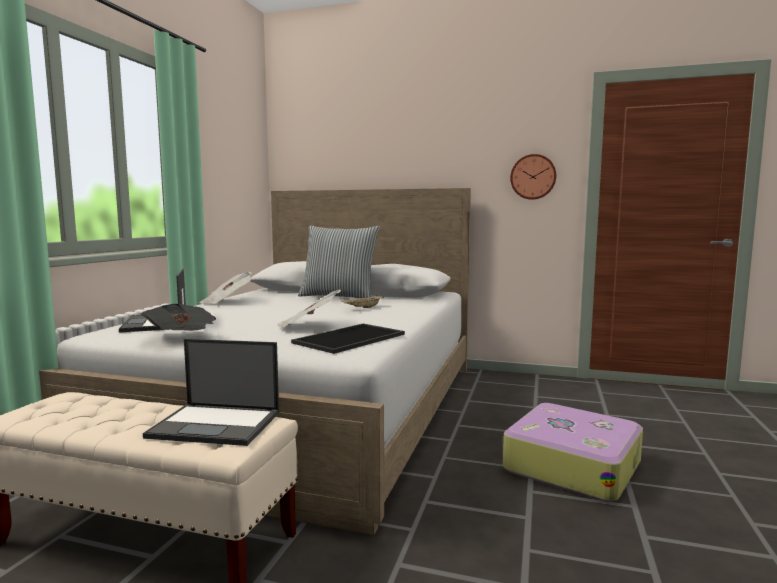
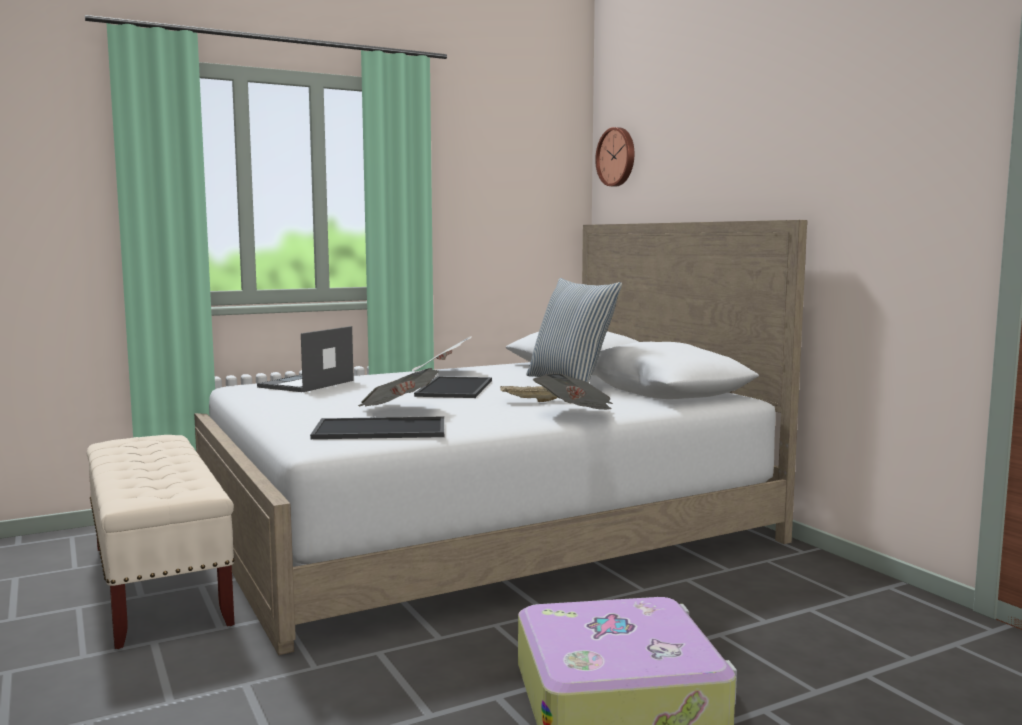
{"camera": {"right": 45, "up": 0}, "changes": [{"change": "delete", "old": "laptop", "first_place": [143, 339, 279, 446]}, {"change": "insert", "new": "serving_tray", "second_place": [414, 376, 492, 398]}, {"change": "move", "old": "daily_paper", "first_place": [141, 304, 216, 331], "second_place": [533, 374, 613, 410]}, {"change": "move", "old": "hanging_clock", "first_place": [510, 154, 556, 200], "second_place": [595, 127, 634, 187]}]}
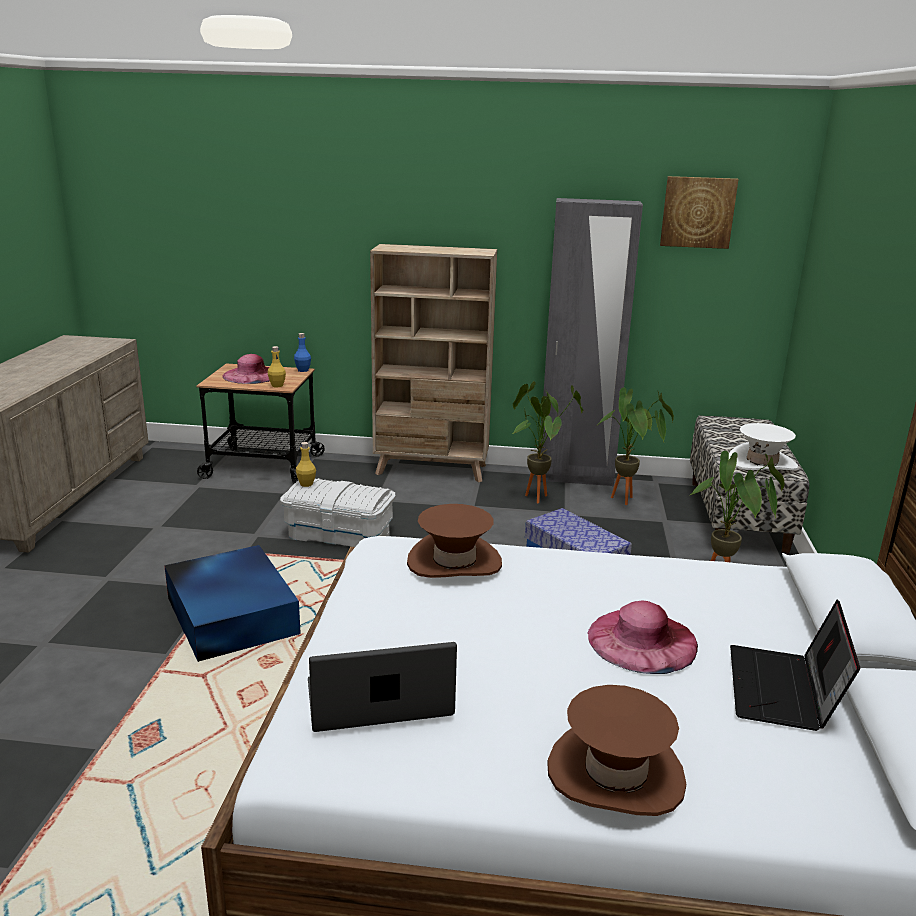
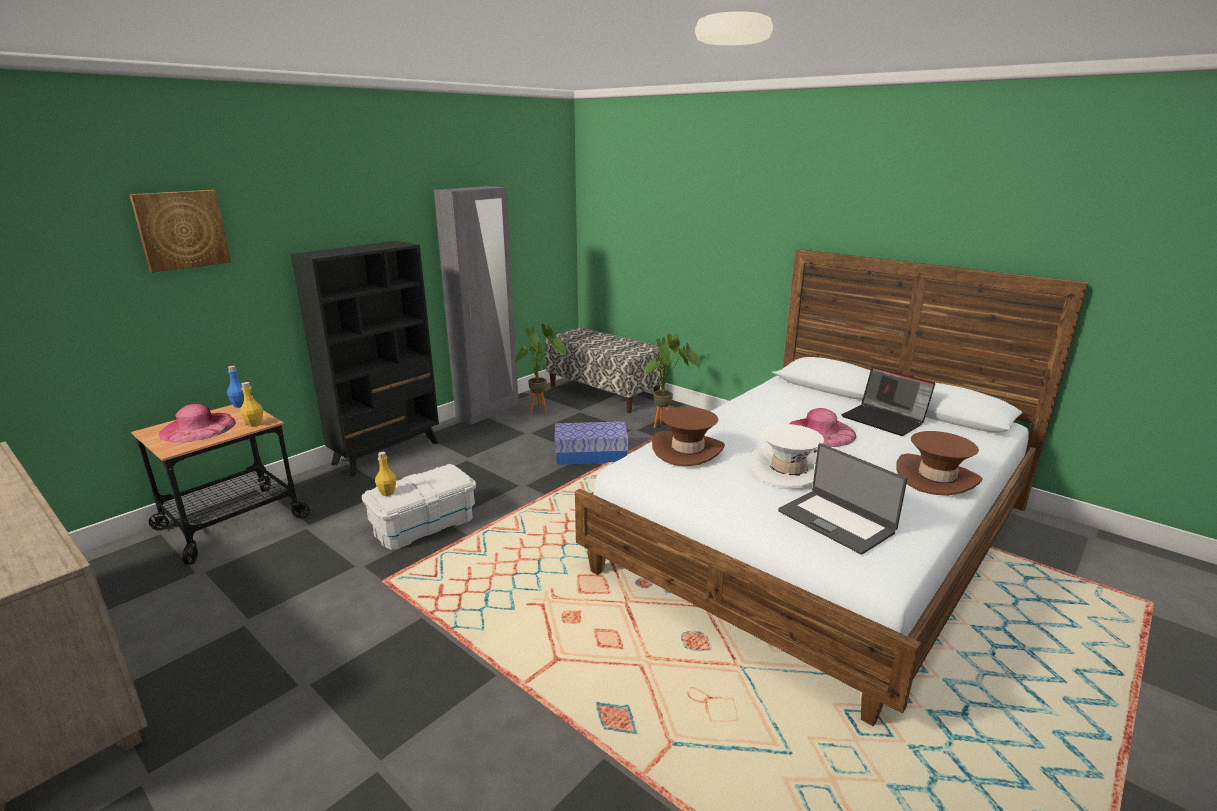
{"camera": {"right": -55, "up": 0}, "changes": [{"change": "delete", "old": "blue_storage_container", "first_place": [164, 545, 301, 662]}, {"change": "delete", "old": "potted_plant", "first_place": [513, 381, 584, 503]}, {"change": "move", "old": "picture", "first_place": [660, 176, 739, 249], "second_place": [129, 190, 231, 273]}, {"change": "move", "old": "whitish_wearable_hat", "first_place": [729, 423, 798, 470], "second_place": [750, 424, 824, 488]}, {"change": "recolor", "old": "sand-coloured_bookcase", "new": "black_bookcase", "first_place": [370, 244, 497, 483], "second_place": [291, 241, 439, 476]}, {"change": "rotate", "old": "laptop", "first_place": [308, 642, 457, 732], "second_place": [778, 443, 907, 555], "degrees": -60}]}
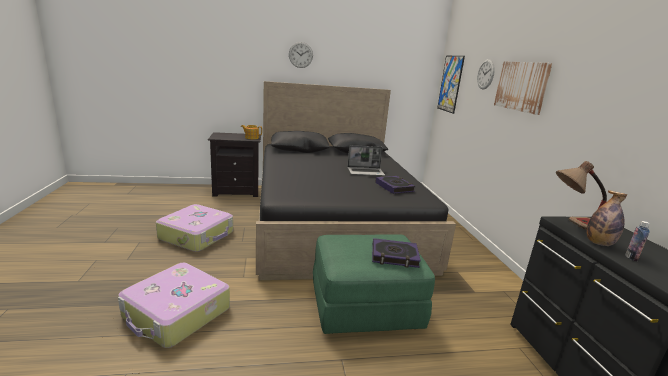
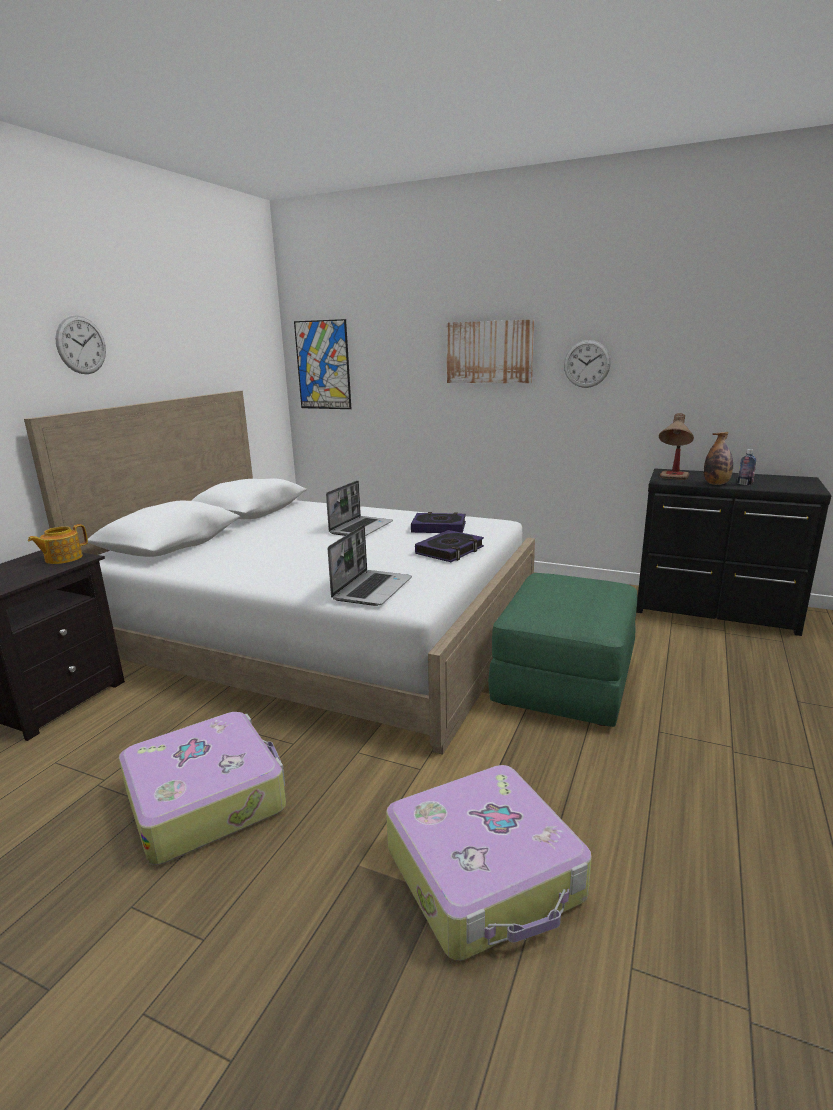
{"camera": {"right": -55, "up": 0}, "changes": [{"change": "insert", "new": "laptop", "second_place": [328, 525, 412, 606]}, {"change": "move", "old": "book", "first_place": [372, 238, 421, 268], "second_place": [415, 530, 484, 562]}, {"change": "move", "old": "hanging_clock", "first_place": [477, 59, 495, 89], "second_place": [564, 340, 611, 388]}, {"change": "recolor", "old": "black_bedroom_bed", "new": "whitish_bedroom_bed", "first_place": [256, 81, 456, 280], "second_place": [24, 391, 535, 755]}]}
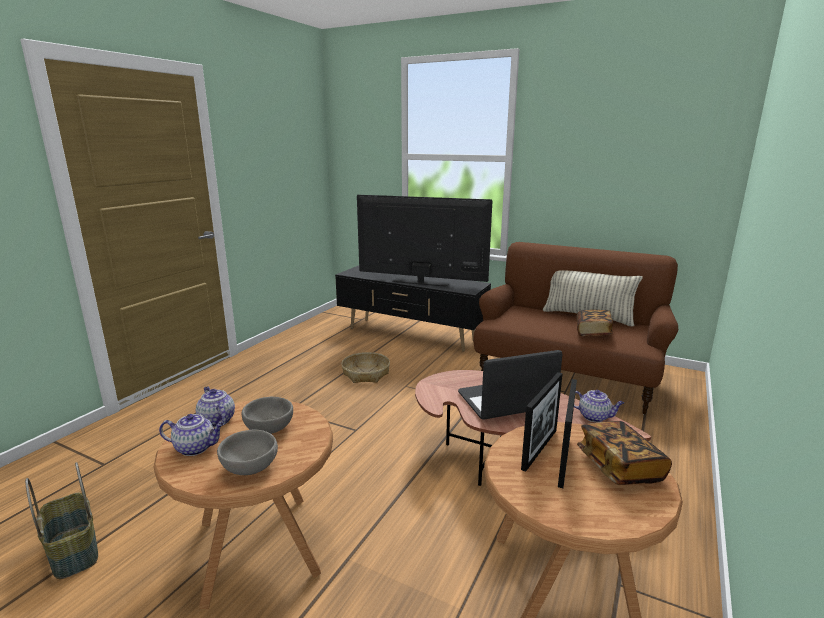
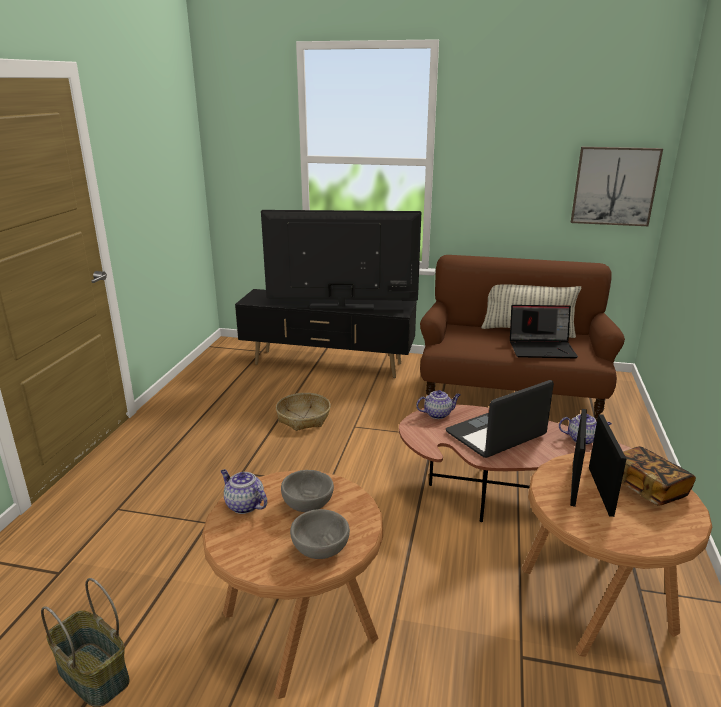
{"camera": {"right": -15, "up": 5}, "changes": [{"change": "insert", "new": "picture", "second_place": [571, 147, 663, 226]}, {"change": "move", "old": "pot_for_tea", "first_place": [159, 414, 224, 456], "second_place": [416, 390, 460, 419]}, {"change": "replace", "old": "book", "new": "laptop", "first_place": [576, 310, 613, 336], "second_place": [510, 305, 578, 358]}]}
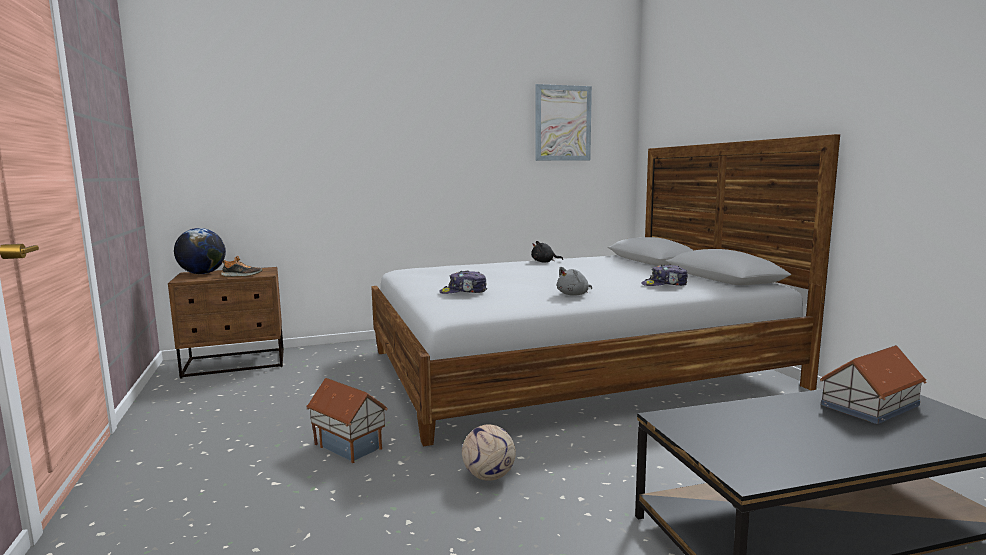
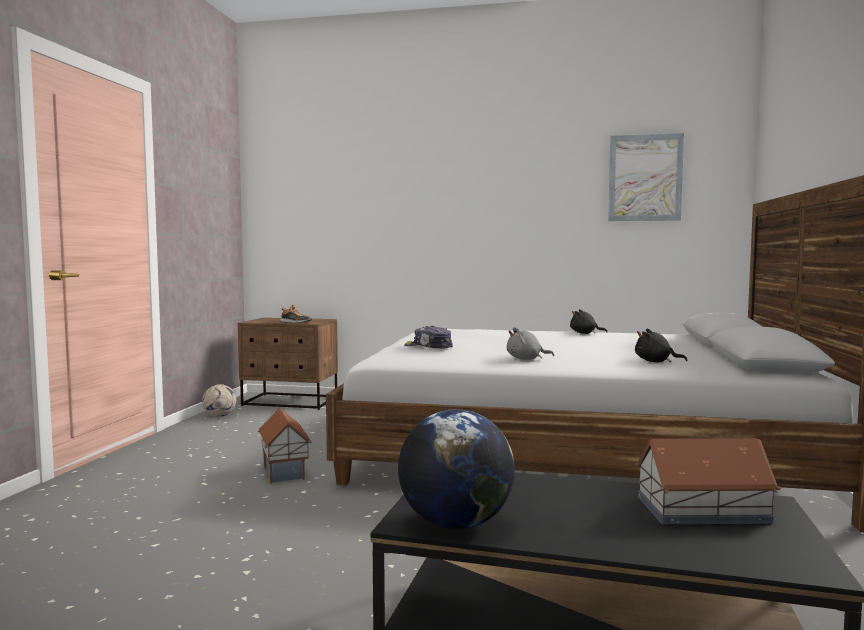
{"camera": {"right": 30, "up": -5}, "changes": [{"change": "move", "old": "desk_globe", "first_place": [174, 228, 226, 274], "second_place": [398, 409, 515, 529]}, {"change": "move", "old": "football", "first_place": [462, 425, 516, 481], "second_place": [202, 384, 236, 417]}, {"change": "replace", "old": "baseball_cap", "new": "black_cuddly_toy", "first_place": [641, 264, 688, 286], "second_place": [635, 329, 687, 362]}]}
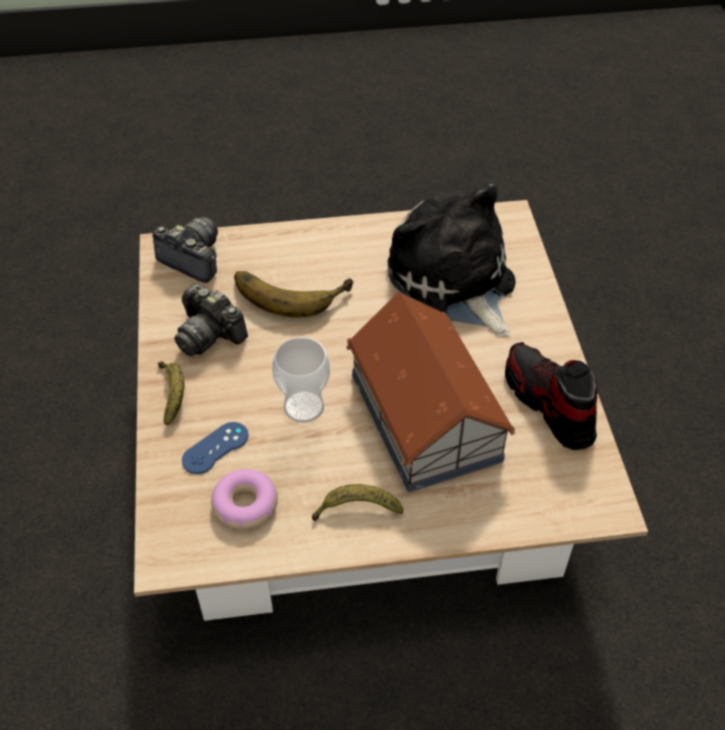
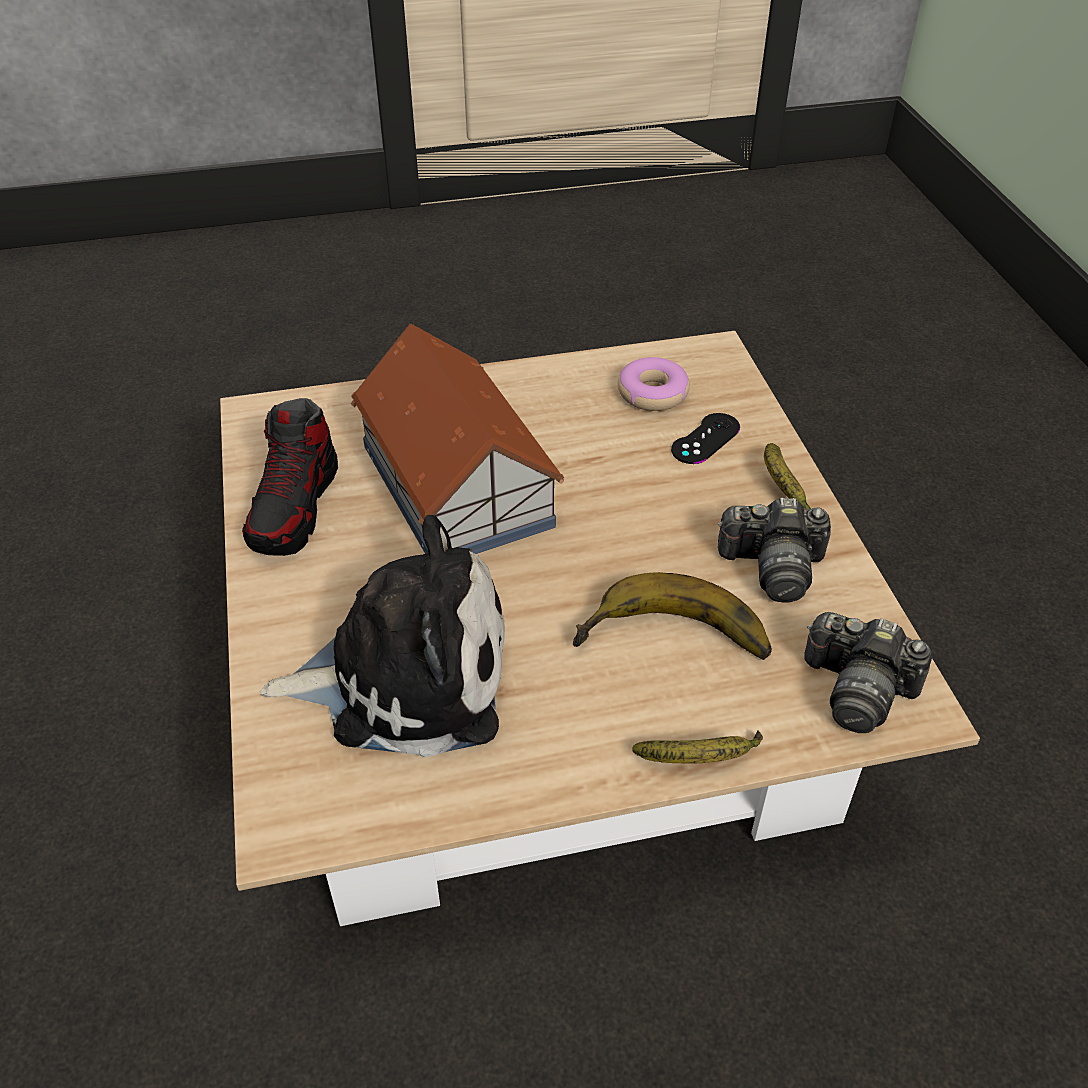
{"camera": {"right": 175, "up": -5}, "changes": [{"change": "delete", "old": "small_cup", "first_place": [272, 337, 330, 423]}, {"change": "move", "old": "banana_fruit", "first_place": [312, 484, 403, 521], "second_place": [632, 730, 763, 763]}, {"change": "recolor", "old": "blue_game_controller", "new": "black_game_controller", "first_place": [182, 422, 248, 474], "second_place": [671, 413, 740, 464]}, {"change": "rotate", "old": "photo_camera", "first_place": [174, 283, 248, 356], "second_place": [718, 498, 831, 602], "degrees": 150}, {"change": "rotate", "old": "cuddly_toy", "first_place": [388, 182, 516, 336], "second_place": [260, 515, 505, 757], "degrees": -60}, {"change": "rotate", "old": "low_shoe", "first_place": [505, 342, 597, 450], "second_place": [242, 398, 338, 556], "degrees": 45}]}
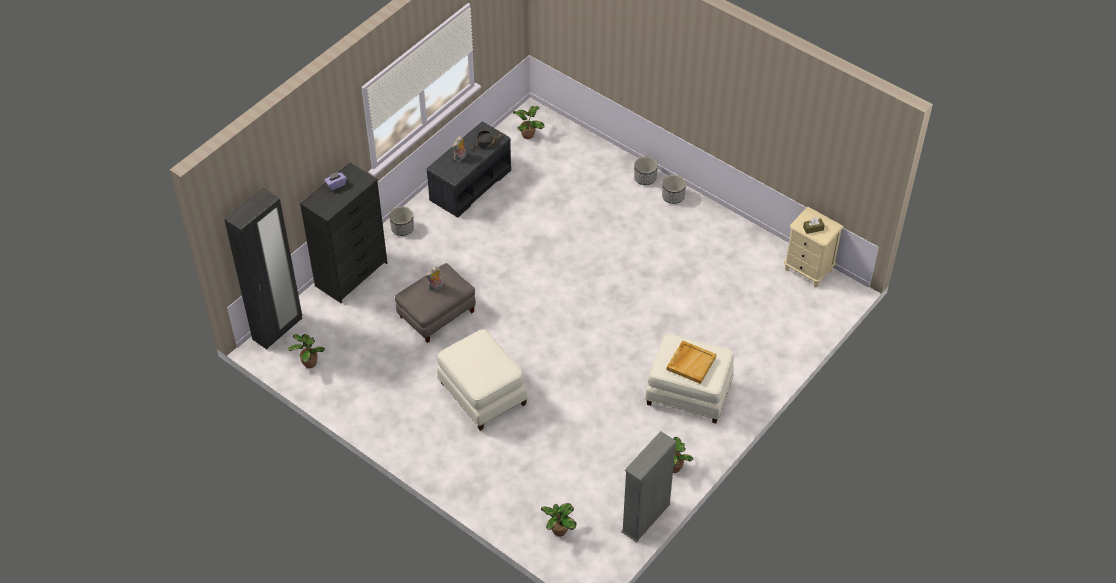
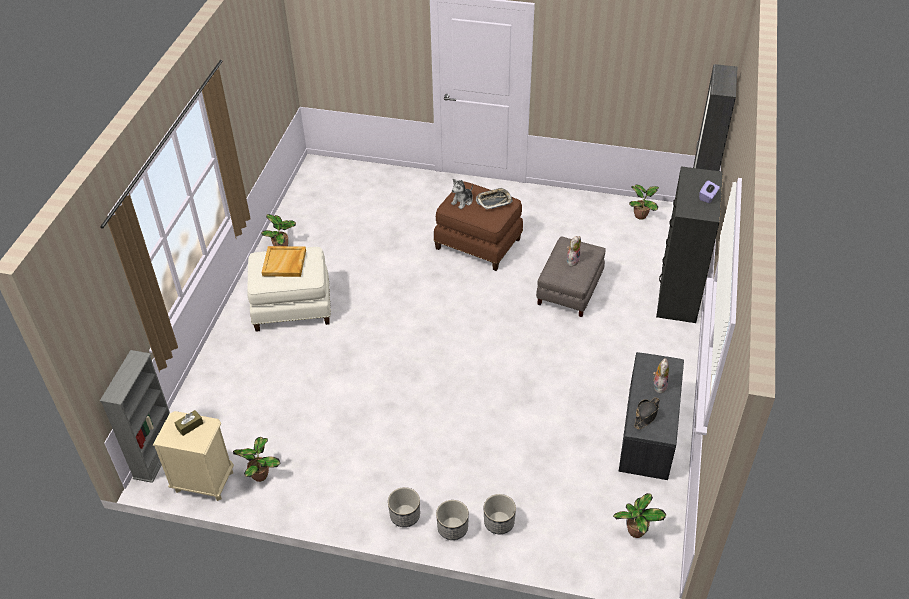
{"camera": {"right": 155, "up": -5}, "changes": [{"change": "insert", "new": "cuddly_toy", "second_place": [451, 179, 473, 209]}, {"change": "insert", "new": "serving_tray", "second_place": [476, 187, 513, 210]}, {"change": "move", "old": "plant_pot", "first_place": [389, 206, 414, 236], "second_place": [484, 494, 516, 534]}, {"change": "move", "old": "potted_plant", "first_place": [541, 503, 577, 537], "second_place": [233, 437, 280, 482]}, {"change": "move", "old": "greyish_bookcase", "first_place": [621, 431, 677, 542], "second_place": [100, 350, 170, 483]}, {"change": "recolor", "old": "whitish_footrest", "new": "brownish_footrest", "first_place": [437, 329, 528, 431], "second_place": [434, 182, 523, 271]}]}
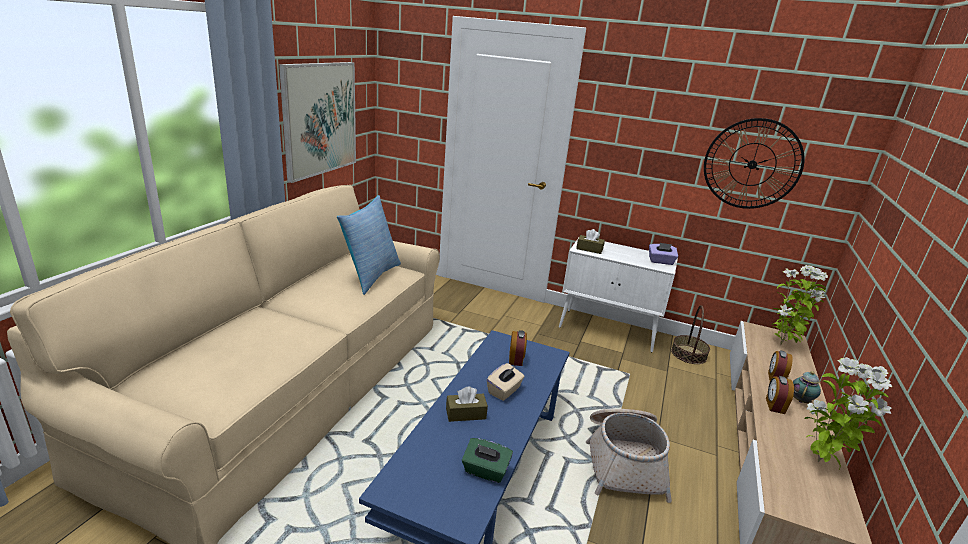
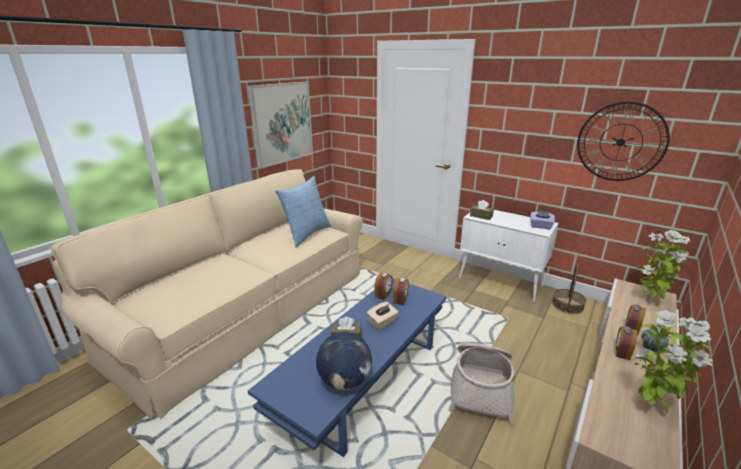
{"camera": {"right": 15, "up": 0}, "changes": [{"change": "insert", "new": "alarm_clock", "second_place": [374, 272, 393, 300]}, {"change": "replace", "old": "greenish_box_of_tissues", "new": "desk_globe", "first_place": [462, 438, 513, 483], "second_place": [316, 332, 372, 390]}]}
